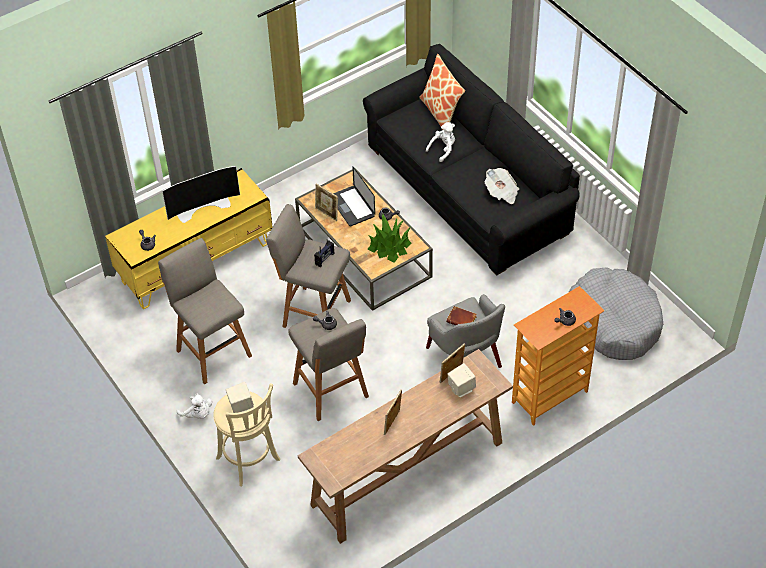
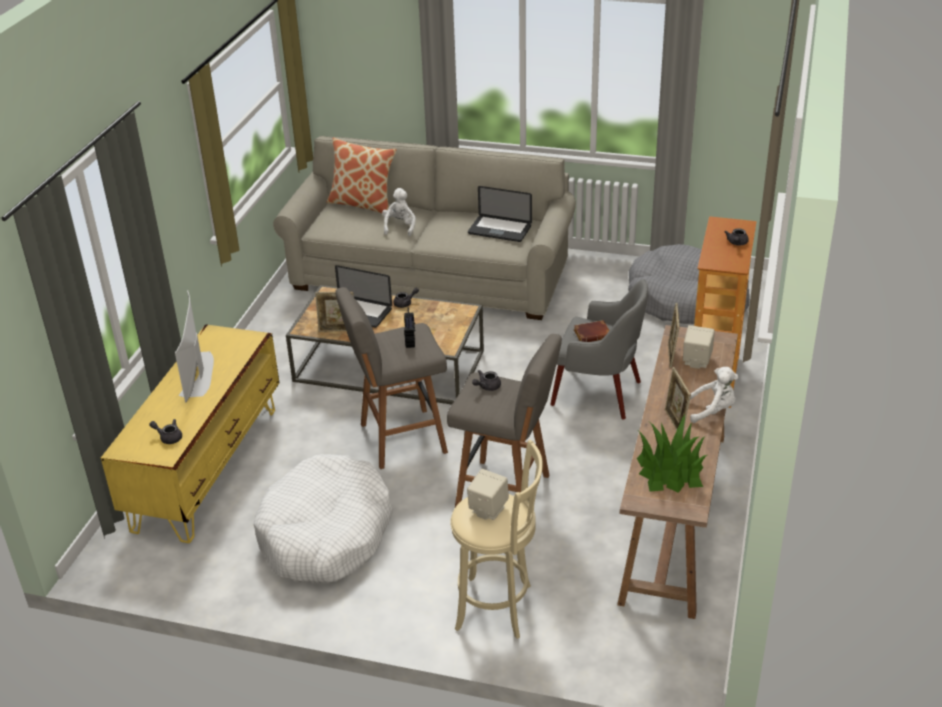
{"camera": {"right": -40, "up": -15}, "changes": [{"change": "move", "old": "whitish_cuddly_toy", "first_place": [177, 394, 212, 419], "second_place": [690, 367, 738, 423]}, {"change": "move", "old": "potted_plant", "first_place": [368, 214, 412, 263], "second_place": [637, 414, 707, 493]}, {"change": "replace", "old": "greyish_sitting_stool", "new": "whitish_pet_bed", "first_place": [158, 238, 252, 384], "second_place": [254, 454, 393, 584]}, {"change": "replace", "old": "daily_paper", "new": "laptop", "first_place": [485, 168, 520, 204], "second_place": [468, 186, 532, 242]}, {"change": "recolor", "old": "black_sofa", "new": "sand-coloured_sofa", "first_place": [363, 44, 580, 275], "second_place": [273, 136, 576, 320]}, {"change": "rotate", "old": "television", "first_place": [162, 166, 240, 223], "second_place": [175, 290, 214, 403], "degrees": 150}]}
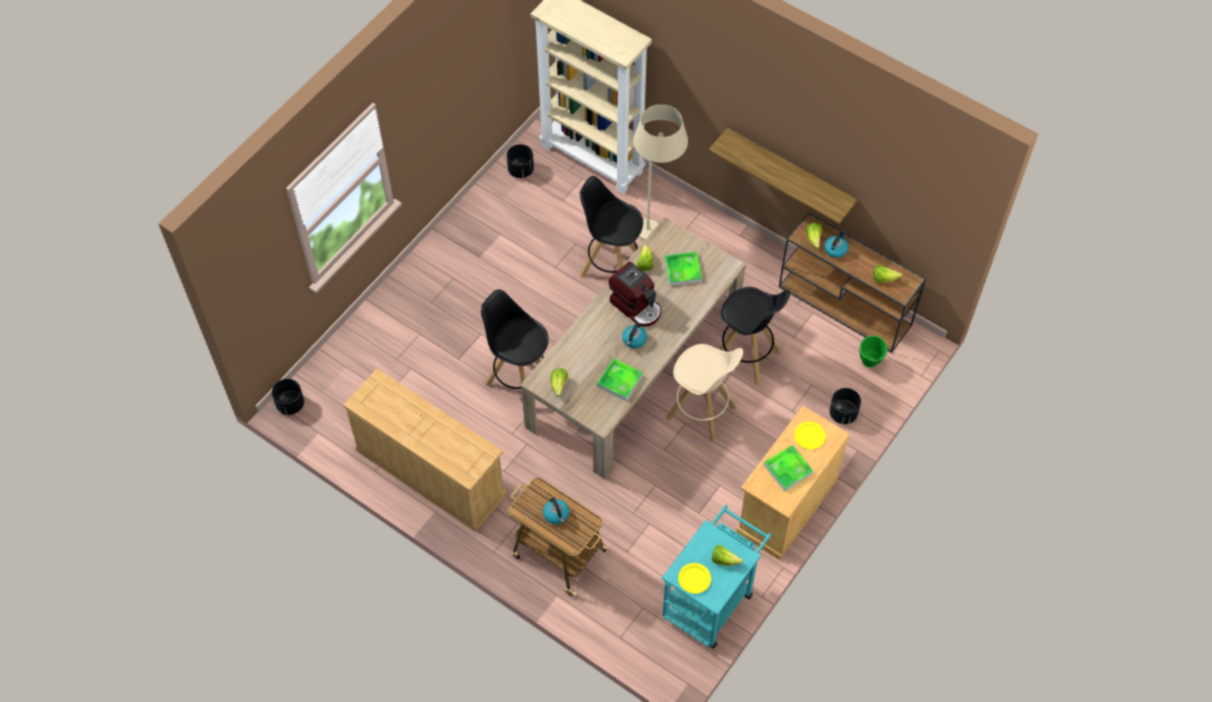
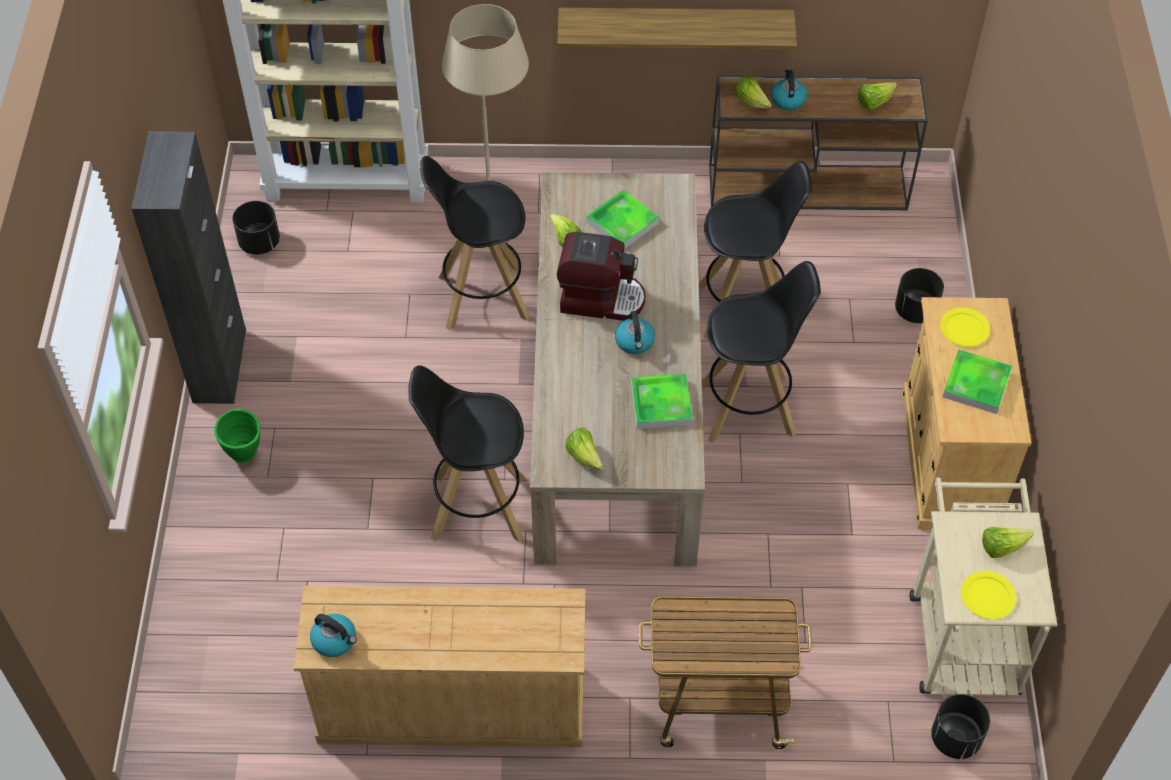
{"camera": {"right": -35, "up": -5}, "changes": [{"change": "insert", "new": "black_cabinet", "second_place": [131, 131, 246, 404]}, {"change": "move", "old": "black_plant_pot", "first_place": [272, 379, 304, 415], "second_place": [931, 694, 990, 759]}, {"change": "move", "old": "kettle", "first_place": [543, 497, 569, 524], "second_place": [310, 614, 357, 657]}, {"change": "move", "old": "greenish_flower_vase", "first_place": [860, 336, 887, 368], "second_place": [214, 409, 260, 463]}, {"change": "recolor", "old": "blue-green_wheeled_cart", "new": "sand-coloured_wheeled_cart", "first_place": [661, 505, 772, 648], "second_place": [910, 478, 1057, 696]}, {"change": "recolor", "old": "sand-coloured_sitting_stool", "new": "black_sitting_stool", "first_place": [666, 344, 743, 443], "second_place": [702, 261, 821, 443]}]}
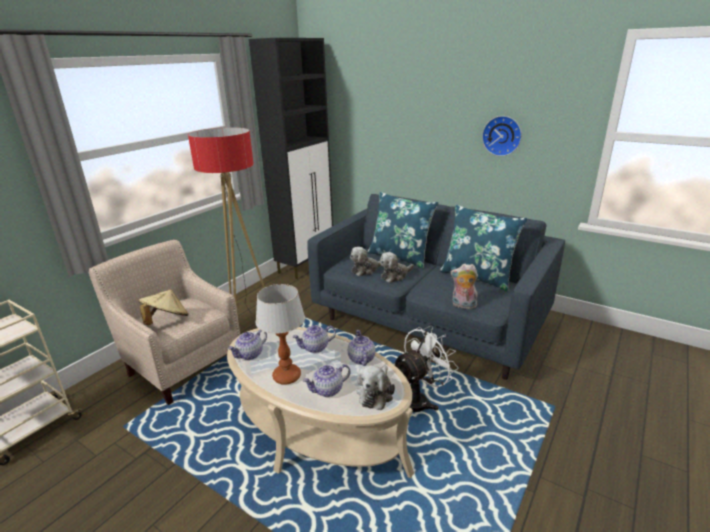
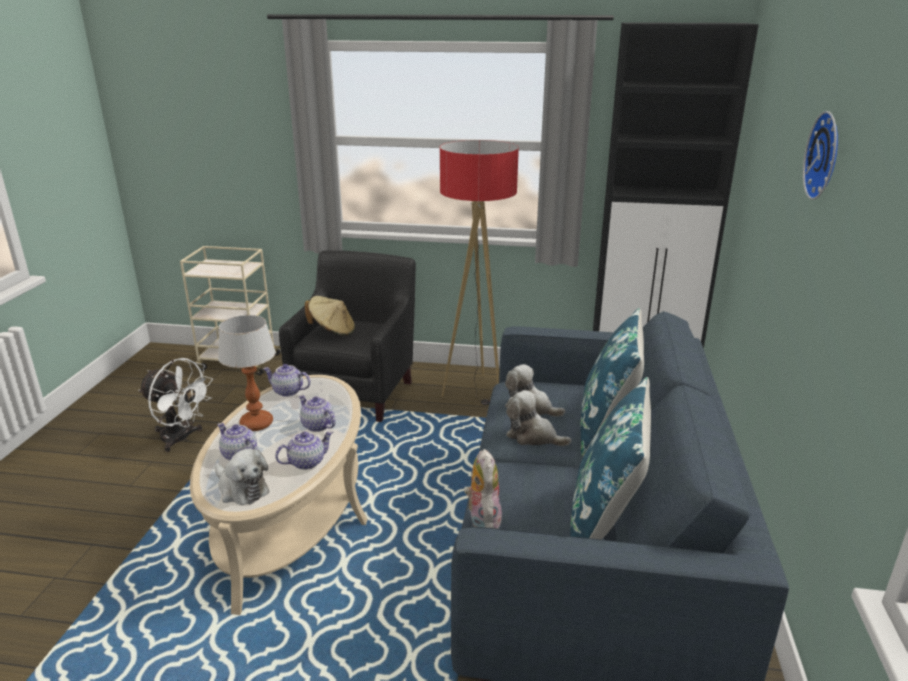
{"camera": {"right": 65, "up": 0}, "changes": [{"change": "move", "old": "whitish_electric_fan", "first_place": [394, 326, 458, 412], "second_place": [138, 358, 213, 452]}, {"change": "move", "old": "hanging_clock", "first_place": [482, 116, 522, 156], "second_place": [803, 111, 838, 200]}, {"change": "recolor", "old": "sand-coloured_lounge_chair", "new": "black_lounge_chair", "first_place": [89, 239, 241, 405], "second_place": [279, 250, 416, 422]}, {"change": "rotate", "old": "cuddly_toy", "first_place": [357, 365, 395, 410], "second_place": [215, 448, 269, 505], "degrees": -135}]}
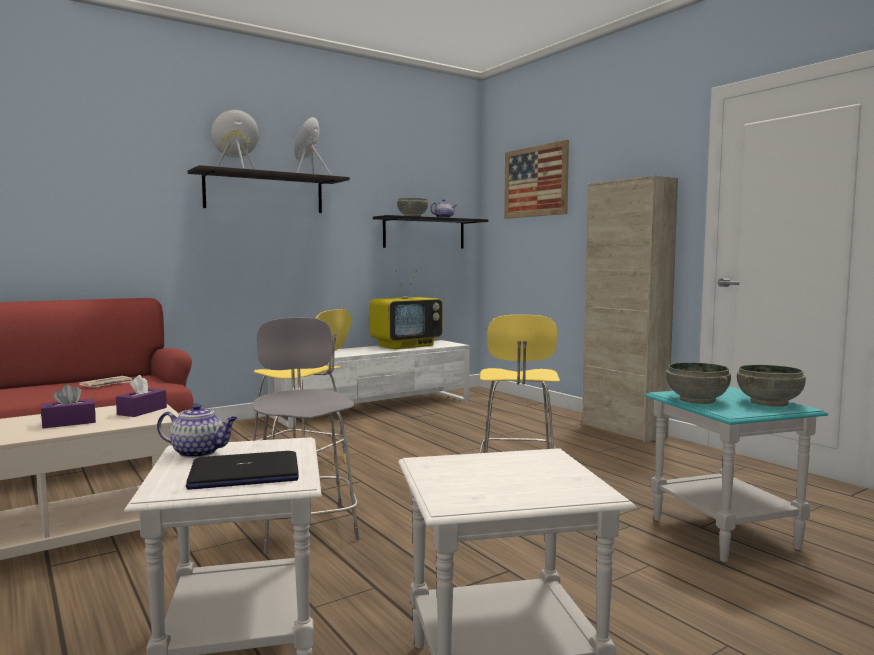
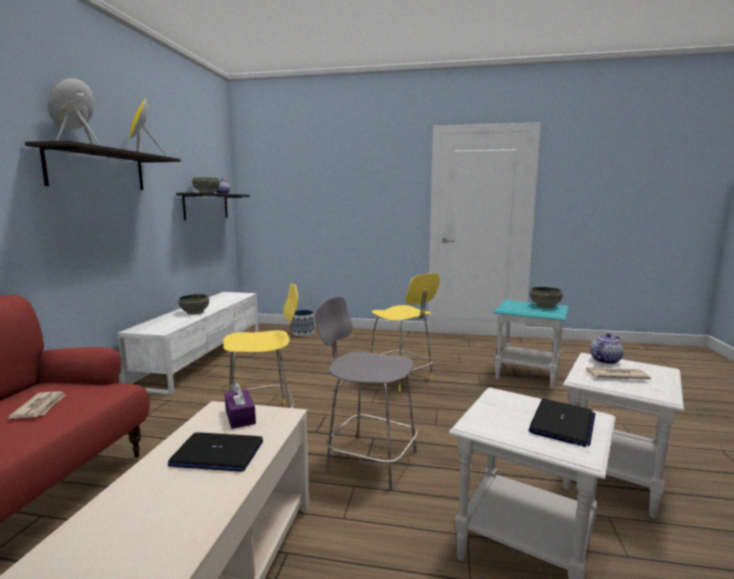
{"camera": {"right": -45, "up": 5}, "changes": [{"change": "delete", "old": "television", "first_place": [369, 270, 443, 349]}, {"change": "delete", "old": "picture", "first_place": [504, 140, 569, 219]}, {"change": "delete", "old": "sand-coloured_cabinet", "first_place": [582, 175, 678, 442]}, {"change": "insert", "new": "plant_pot", "second_place": [293, 310, 315, 336]}, {"change": "insert", "new": "daily_paper", "second_place": [586, 367, 651, 379]}, {"change": "move", "old": "pot_for_tea", "first_place": [157, 403, 238, 458], "second_place": [590, 333, 624, 364]}, {"change": "move", "old": "greyish_serving_bowl", "first_place": [666, 363, 731, 404], "second_place": [179, 294, 209, 314]}, {"change": "replace", "old": "purple_box_of_tissues", "new": "laptop", "first_place": [41, 384, 96, 428], "second_place": [168, 432, 263, 472]}]}
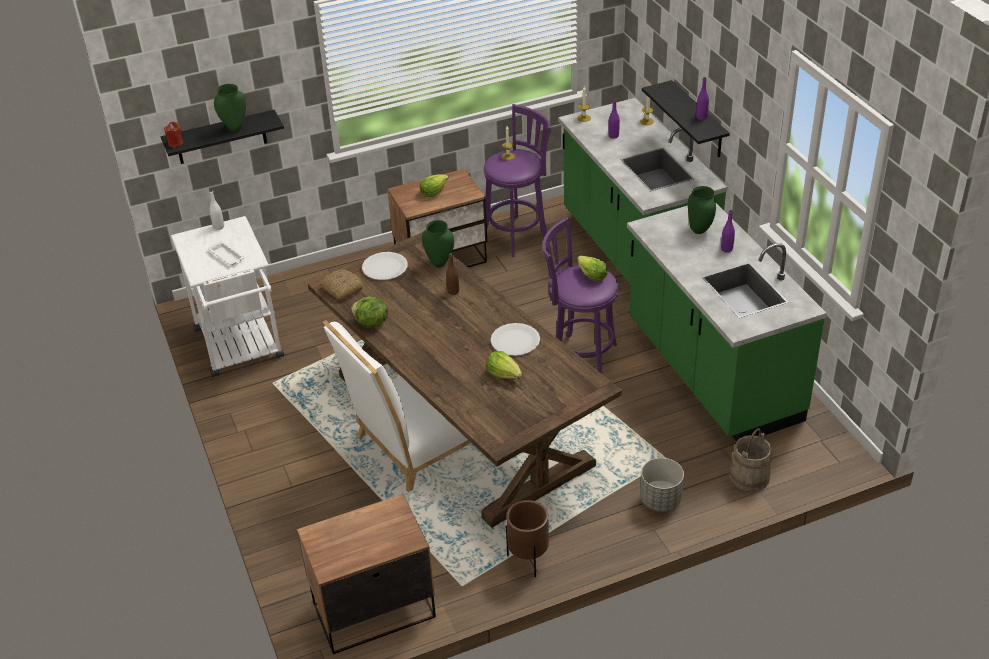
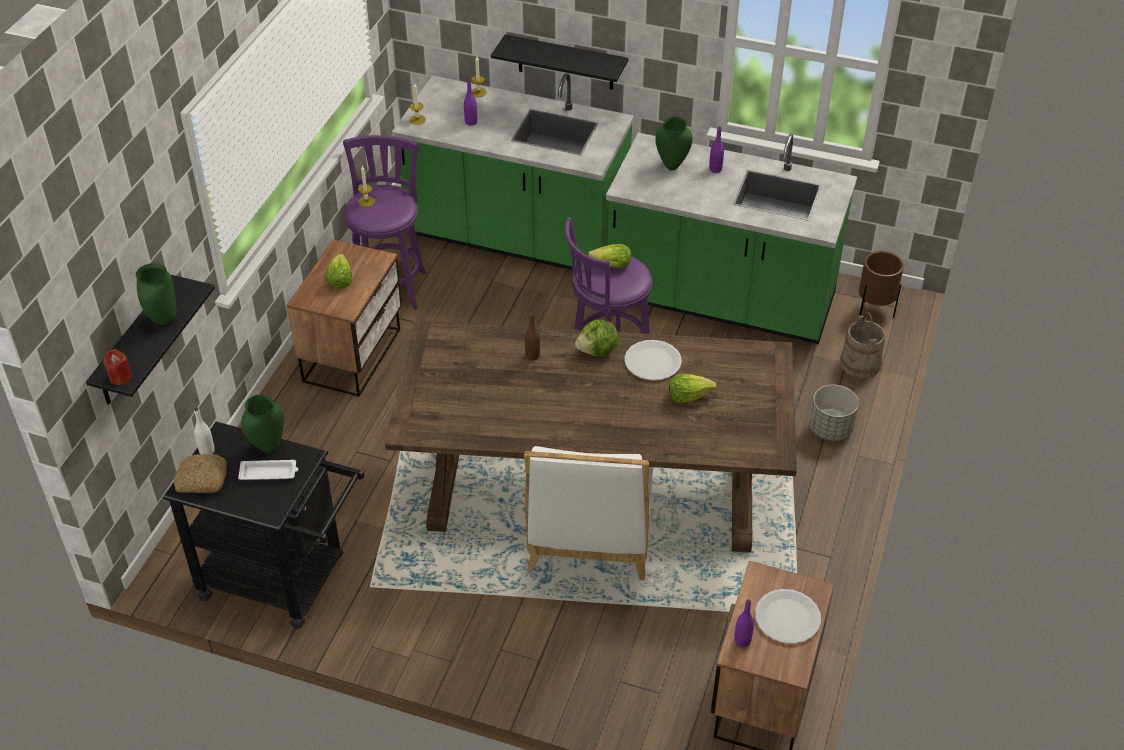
{"camera": {"right": -50, "up": 5}, "changes": [{"change": "move", "old": "baked_bread", "first_place": [321, 270, 363, 300], "second_place": [174, 454, 227, 493]}, {"change": "move", "old": "lettuce_head", "first_place": [351, 296, 388, 327], "second_place": [575, 319, 618, 356]}, {"change": "move", "old": "whitish_plate", "first_place": [362, 252, 408, 280], "second_place": [755, 589, 821, 644]}, {"change": "move", "old": "greenish_flower_vase", "first_place": [422, 220, 454, 268], "second_place": [241, 394, 284, 453]}, {"change": "move", "old": "brownish_plant_pot", "first_place": [506, 500, 549, 577], "second_place": [859, 251, 904, 317]}, {"change": "move", "old": "purple_bottle", "first_place": [696, 77, 709, 120], "second_place": [734, 599, 754, 647]}, {"change": "recolor", "old": "whitish_wheeled_cart", "new": "black_wheeled_cart", "first_place": [171, 216, 284, 377], "second_place": [163, 422, 365, 629]}]}
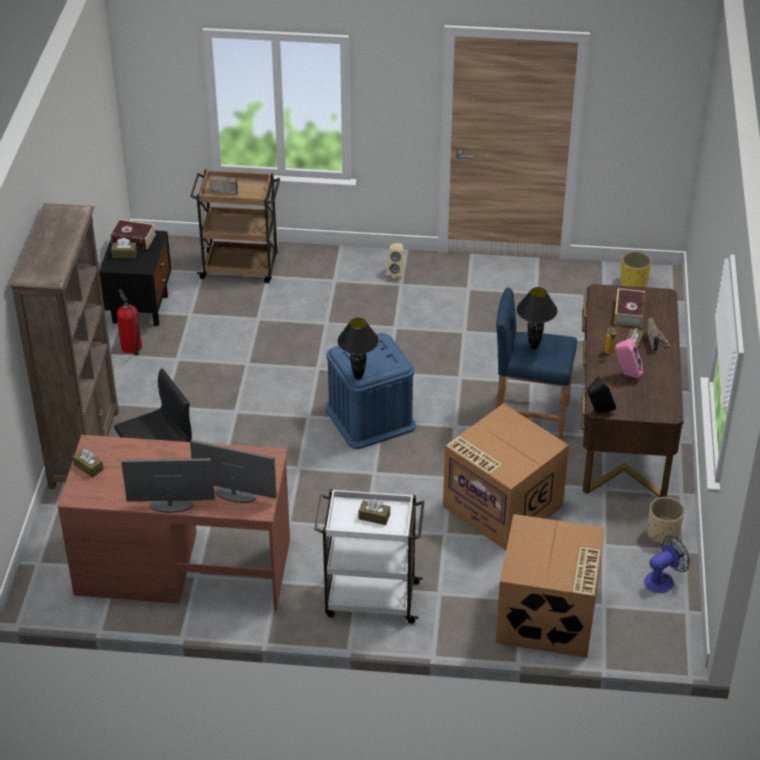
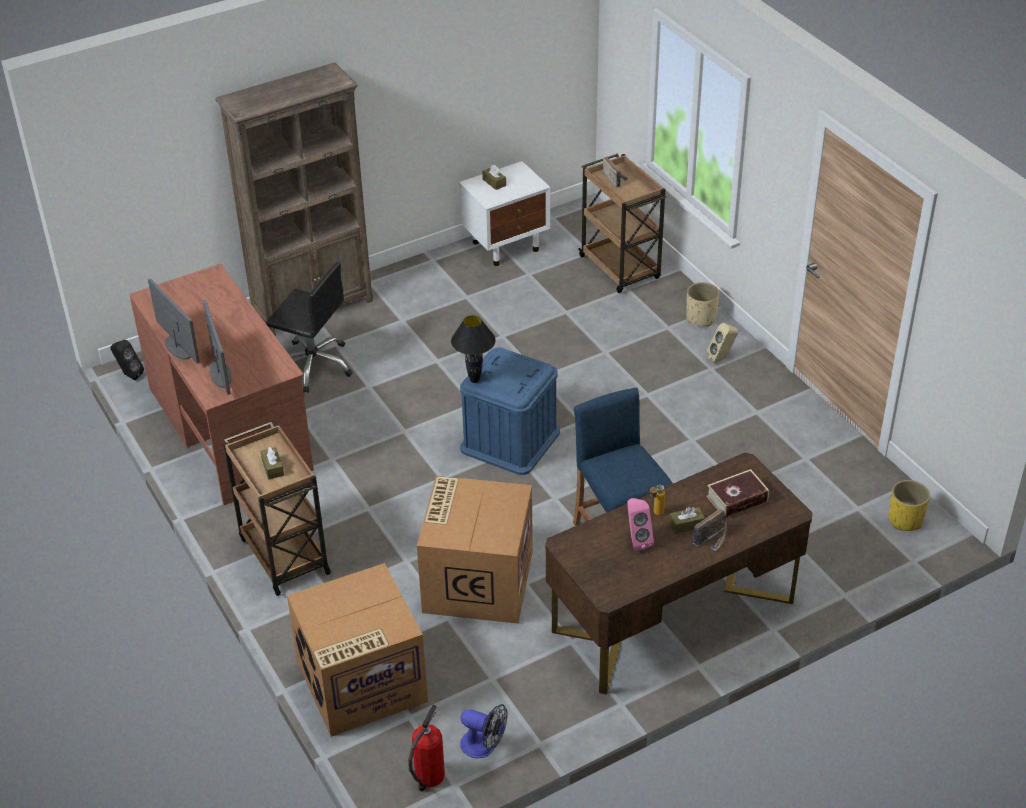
{"camera": {"right": 55, "up": 0}, "changes": [{"change": "delete", "old": "brownish_box_of_tissues", "first_place": [73, 449, 104, 478]}, {"change": "delete", "old": "book", "first_place": [110, 219, 156, 249]}, {"change": "delete", "old": "black_lamp_for_a_table", "first_place": [517, 287, 557, 349]}, {"change": "move", "old": "fire-fighting_cylinder", "first_place": [116, 289, 142, 355], "second_place": [408, 705, 445, 791]}, {"change": "move", "old": "black_loudspeaker", "first_place": [587, 376, 616, 414], "second_place": [111, 340, 144, 380]}, {"change": "move", "old": "sand-coloured_plant_pot", "first_place": [647, 497, 685, 545], "second_place": [686, 282, 720, 327]}, {"change": "recolor", "old": "black_nightstand", "new": "whitish_nightstand", "first_place": [99, 230, 171, 326], "second_place": [459, 161, 550, 266]}, {"change": "recolor", "old": "whitish_wheeled_cart", "new": "brownish_wheeled_cart", "first_place": [314, 489, 424, 624], "second_place": [223, 422, 331, 596]}]}
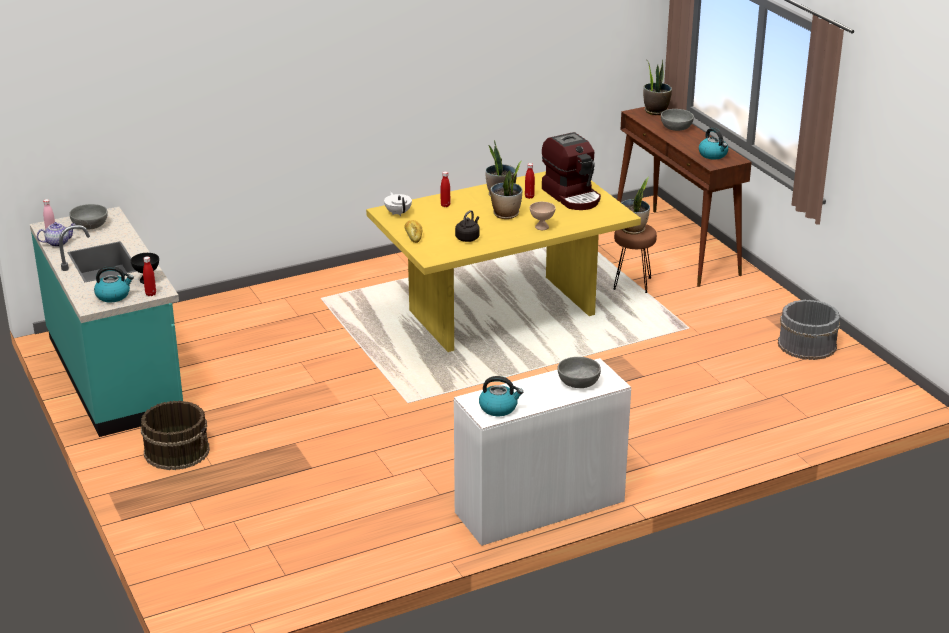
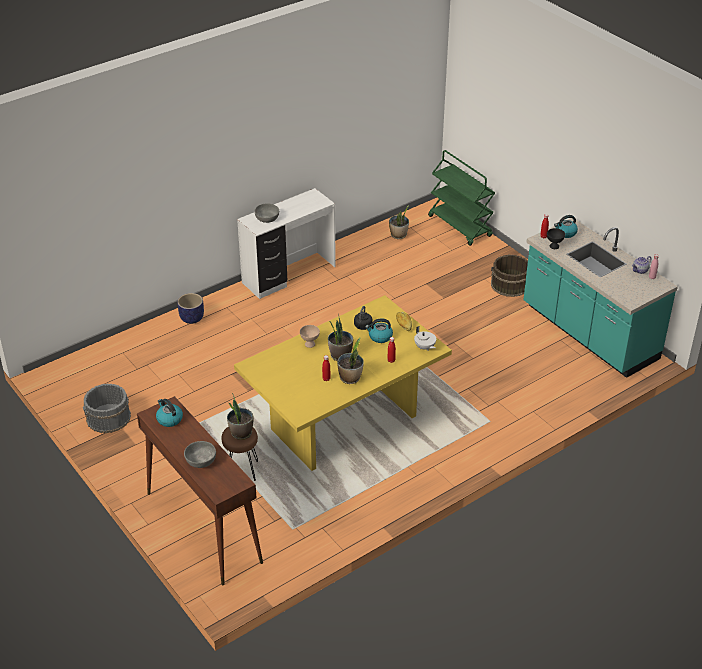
{"camera": {"right": 170, "up": 10}, "changes": [{"change": "delete", "old": "greyish_serving_bowl", "first_place": [69, 204, 108, 230]}, {"change": "delete", "old": "coffee_maker", "first_place": [542, 132, 601, 210]}, {"change": "insert", "new": "plant_pot", "second_place": [177, 293, 204, 324]}, {"change": "insert", "new": "greenish_wheeled_cart", "second_place": [428, 150, 495, 246]}, {"change": "move", "old": "kettle", "first_place": [479, 376, 523, 416], "second_place": [365, 318, 393, 343]}, {"change": "move", "old": "potted_plant", "first_place": [643, 59, 672, 115], "second_place": [389, 205, 409, 239]}]}
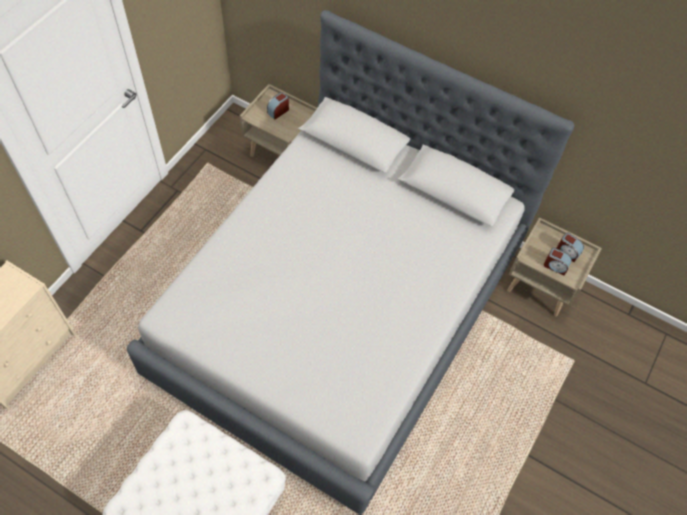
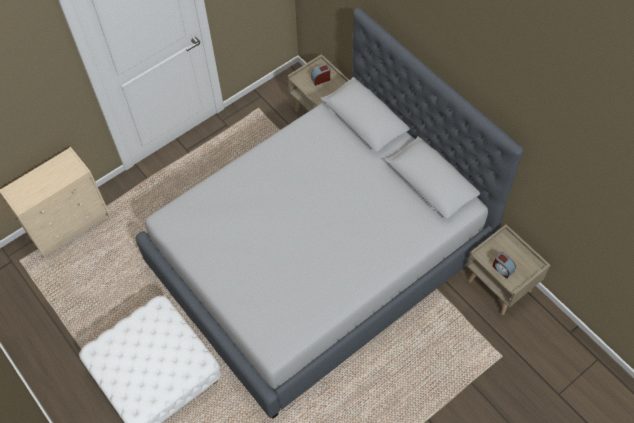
{"camera": {"right": 25, "up": 0}, "changes": [{"change": "delete", "old": "alarm_clock", "first_place": [557, 233, 584, 262]}]}
